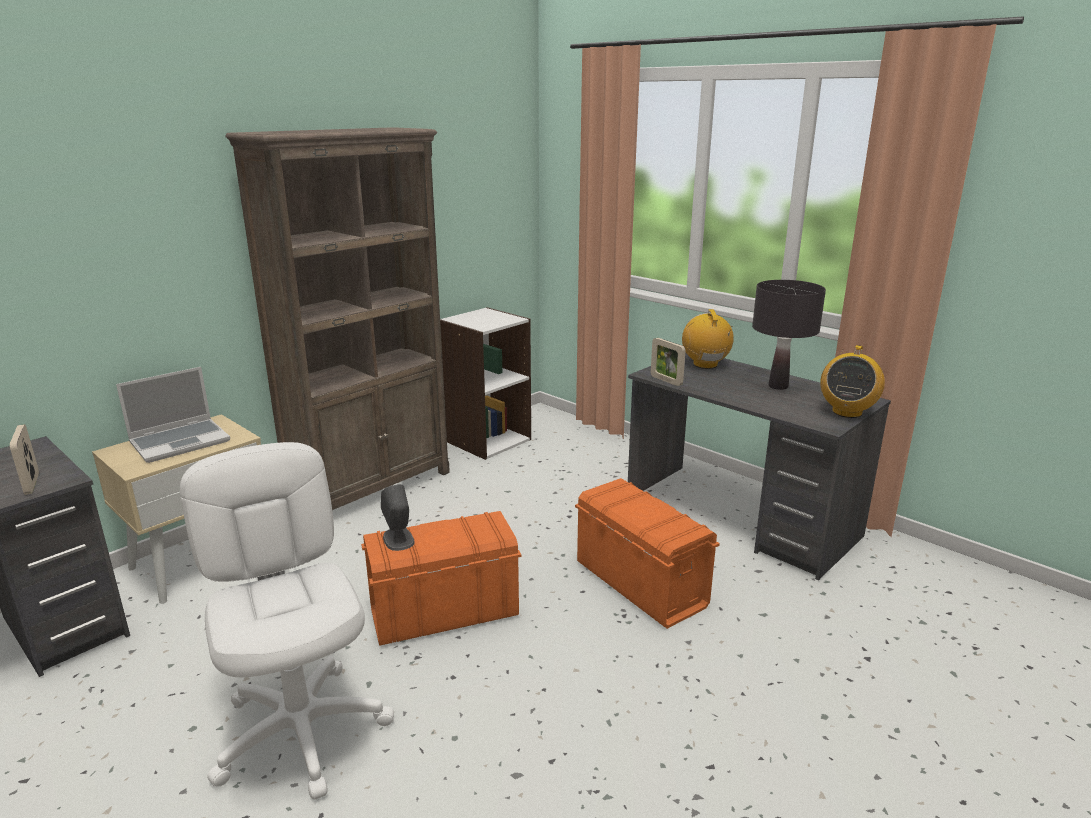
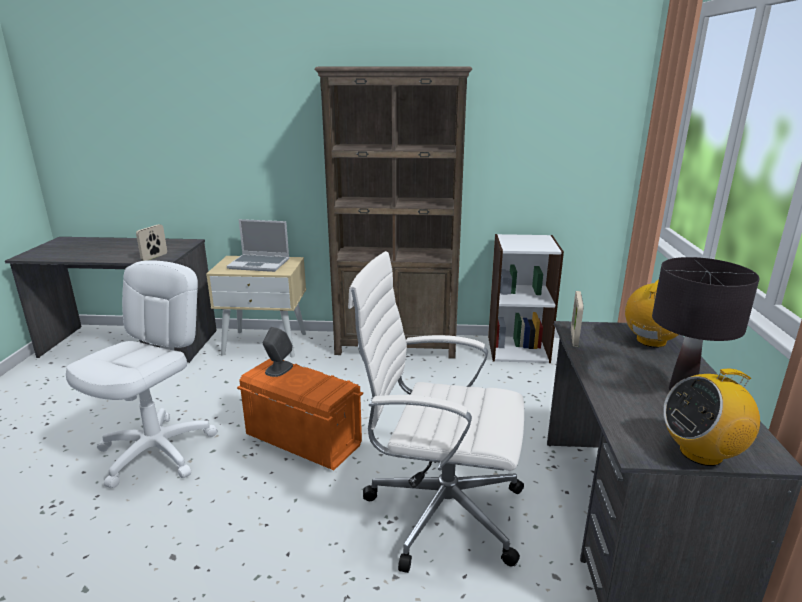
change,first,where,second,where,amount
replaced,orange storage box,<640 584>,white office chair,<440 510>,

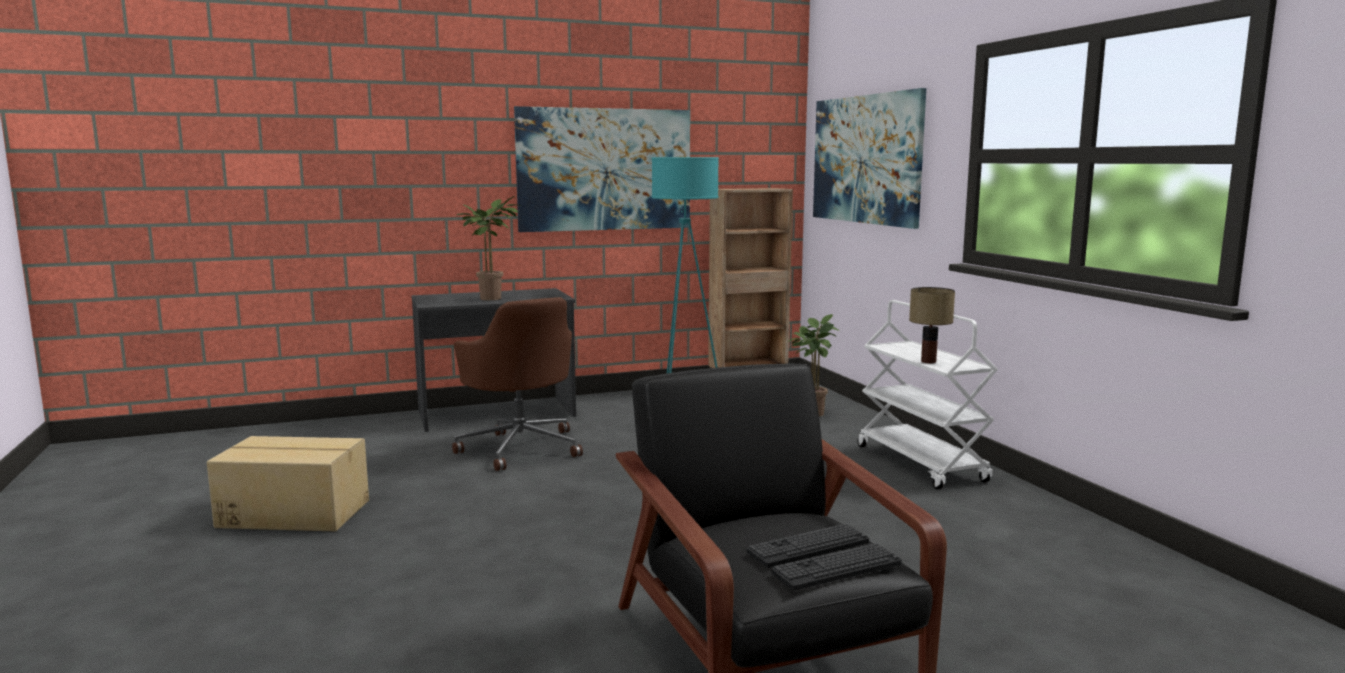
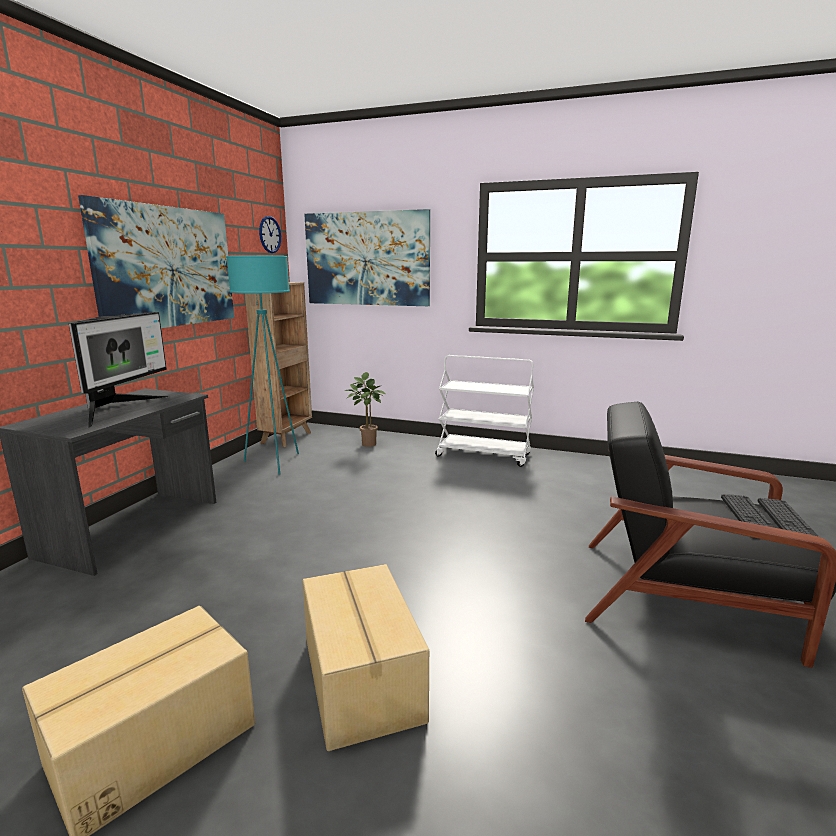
change,first,where,second,where,amount
replaced,potted plant,<492 298>,monitor,<119 409>,
removed,table lamp,<927 361>,,,
removed,brown office chair,<520 447>,,,
added,,,wall clock,<270 234>,
added,,,cardboard box,<360 680>,

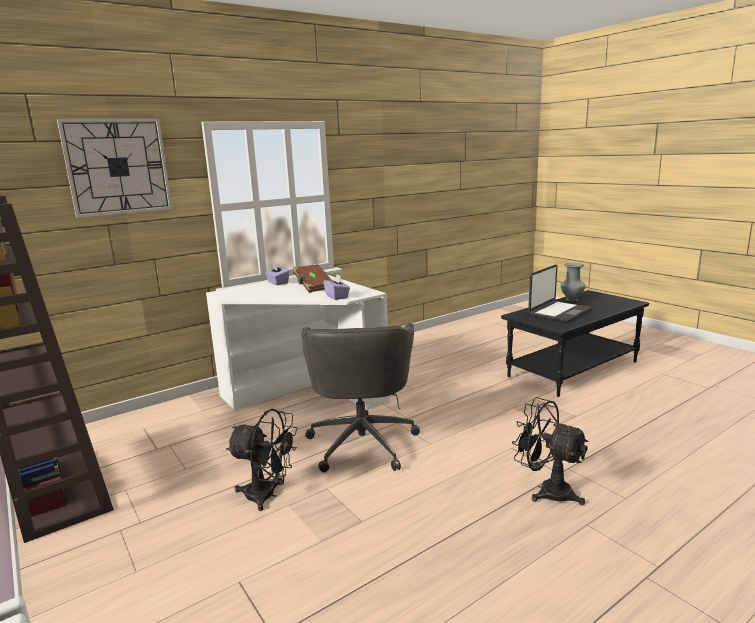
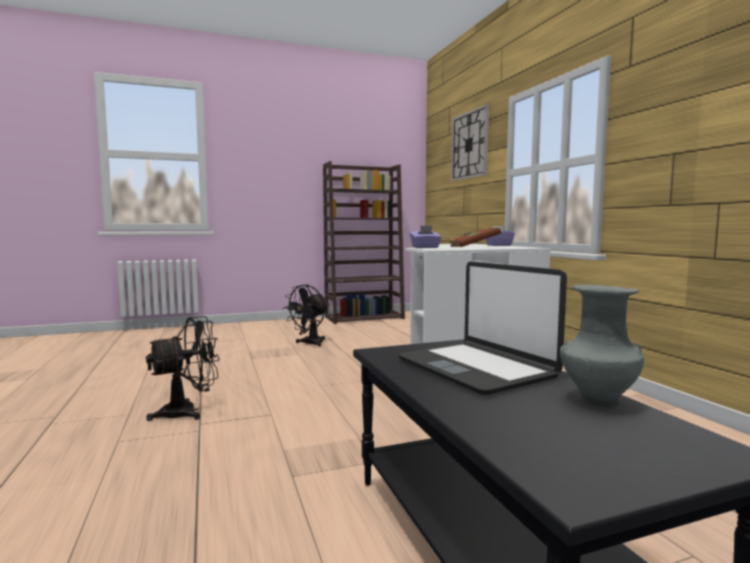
change,first,where,second,where,amount
removed,grey office chair,<362 441>,,,

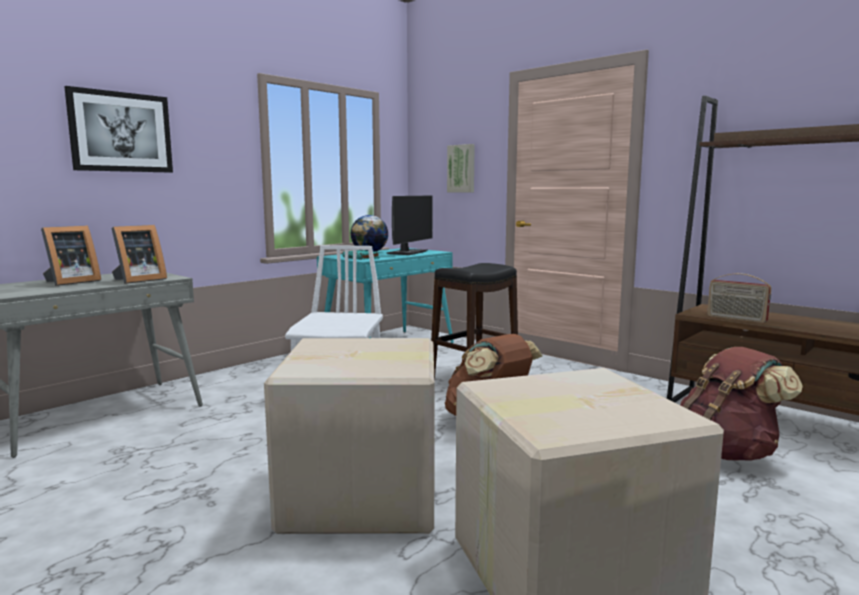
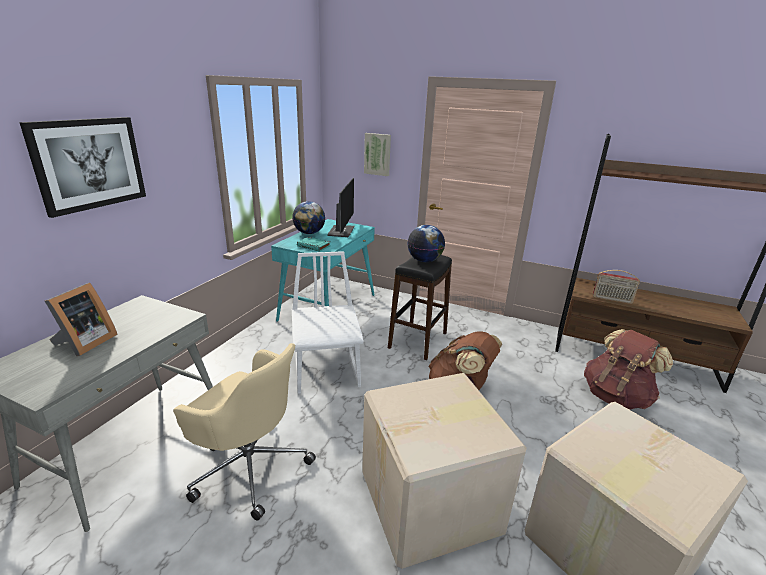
change,first,where,second,where,amount
removed,picture frame,<138 280>,,,
added,,,globe,<424 261>,
added,,,beige office chair,<250 465>,

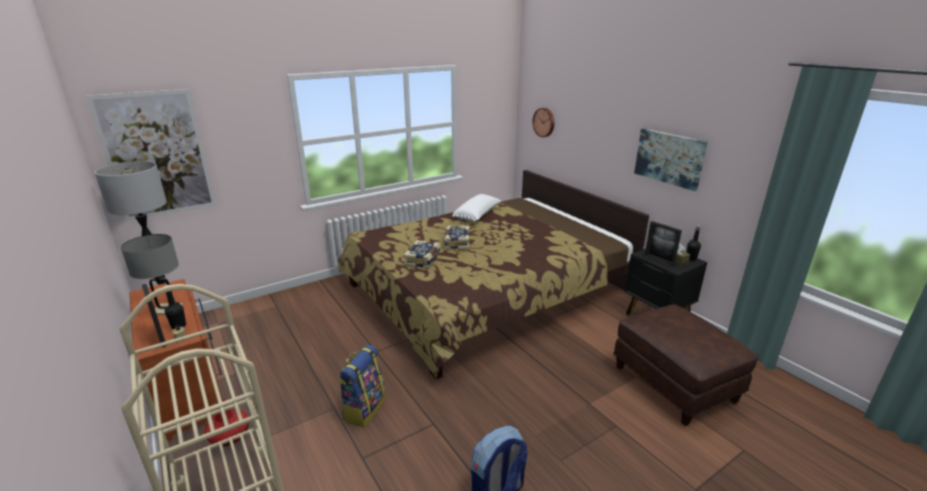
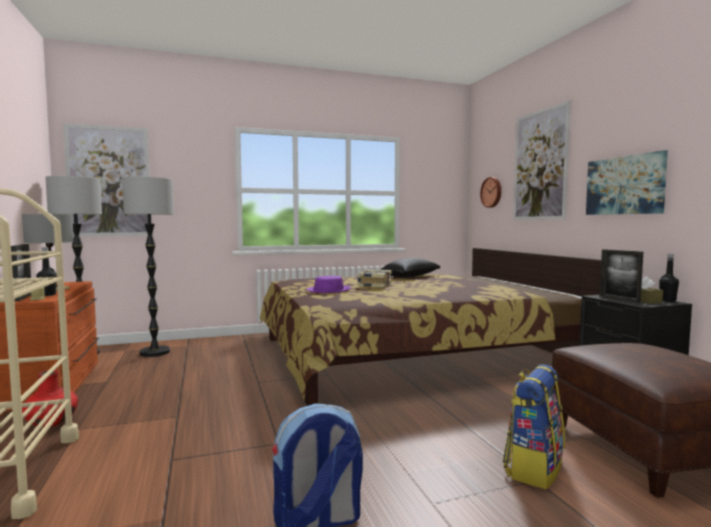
change,first,where,second,where,amount
recoloured,white pillow,<478 215>,black pillow,<412 277>,
replaced,book,<423 260>,purple hat,<328 290>,
moved,backpack,<364 409>,,<533 468>,
added,,,picture,<540 165>,
added,,,floor lamp,<154 352>,

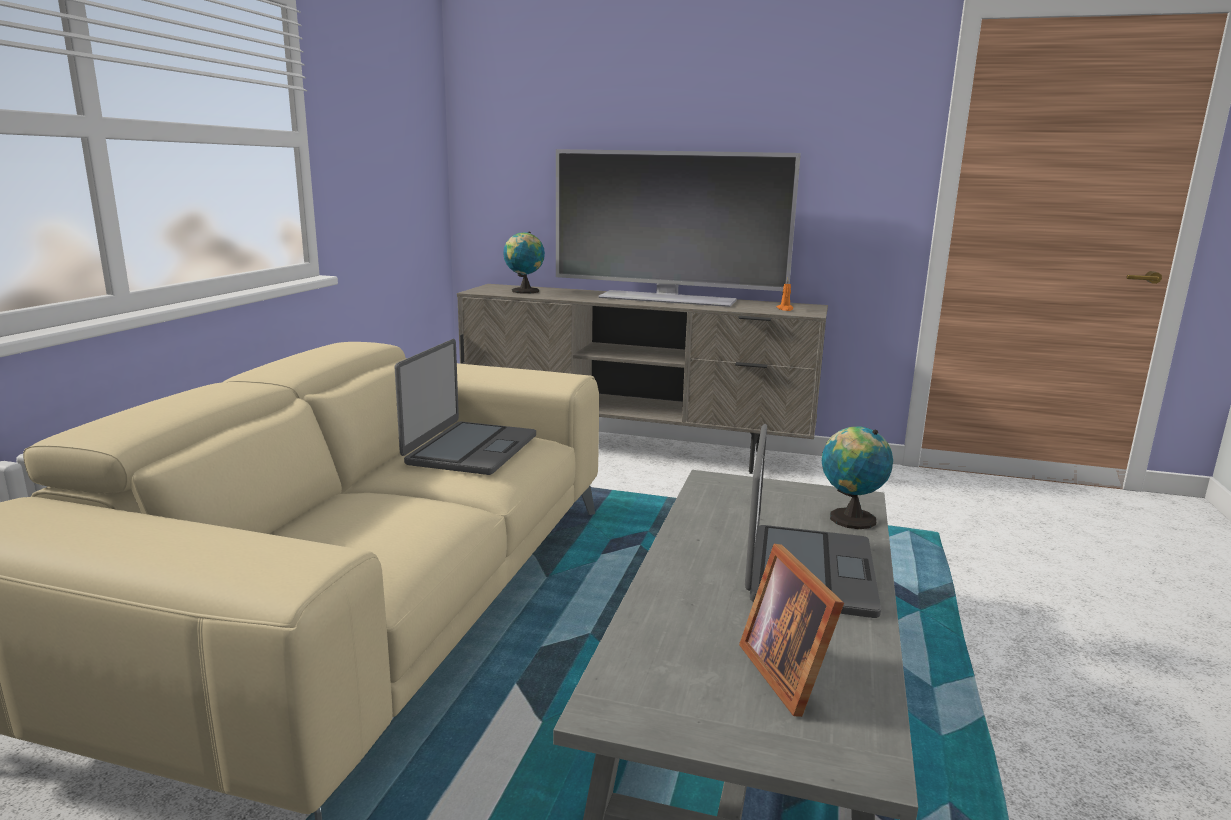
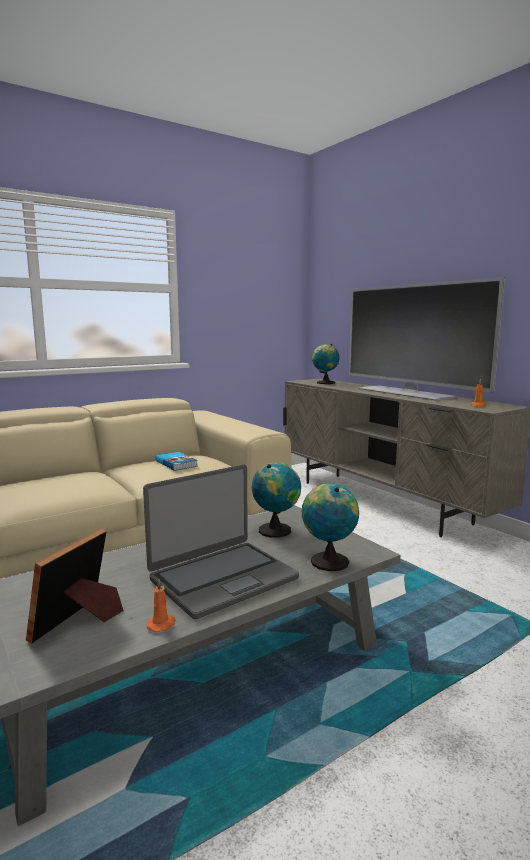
change,first,where,second,where,amount
replaced,laptop,<470 449>,book,<177 463>,
added,,,globe,<276 530>,
added,,,orange candle,<162 624>,

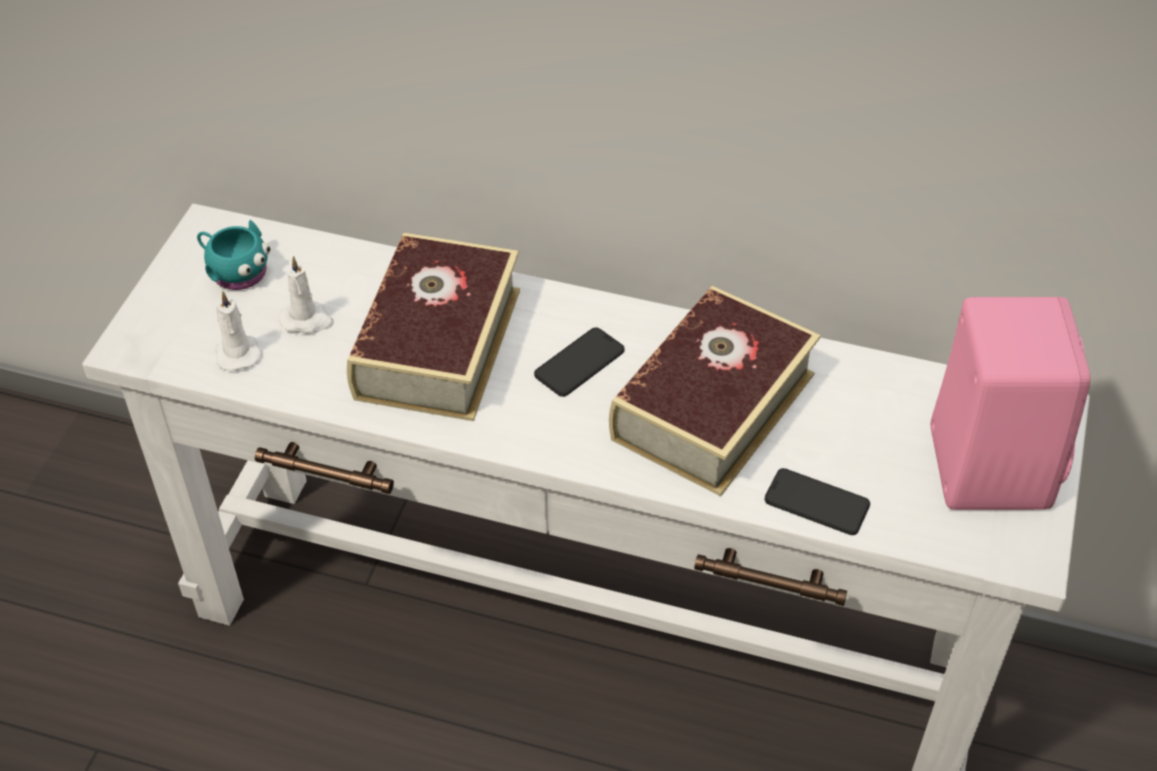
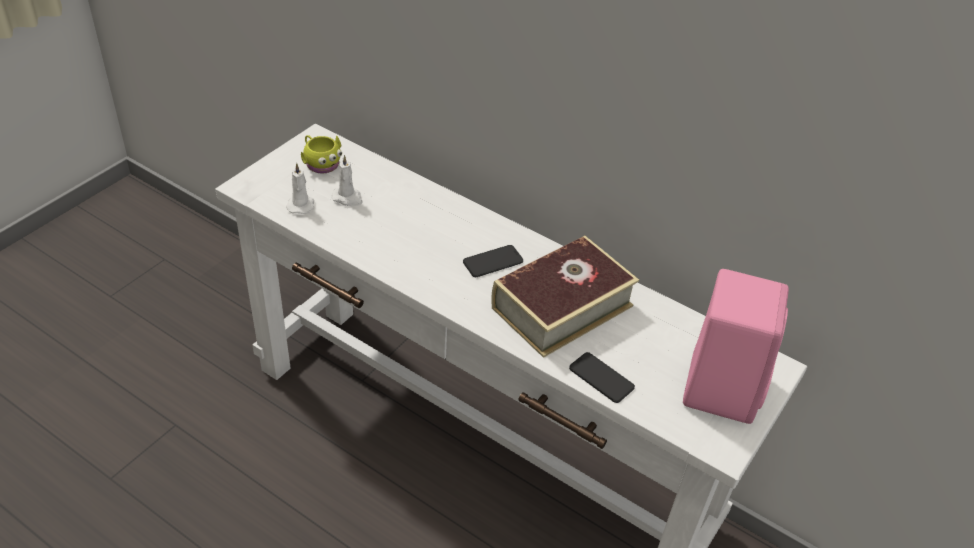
change,first,where,second,where,amount
recoloured,turquoise mug,<235 271>,yellow mug,<320 163>,
removed,book,<438 343>,,,

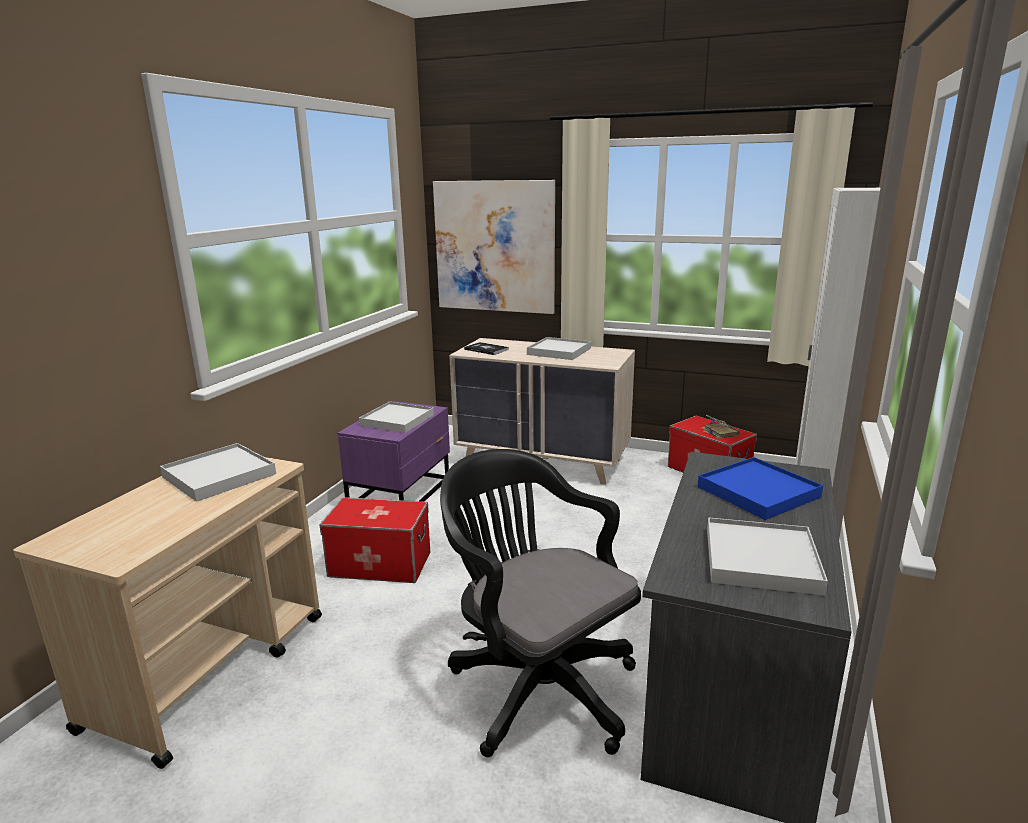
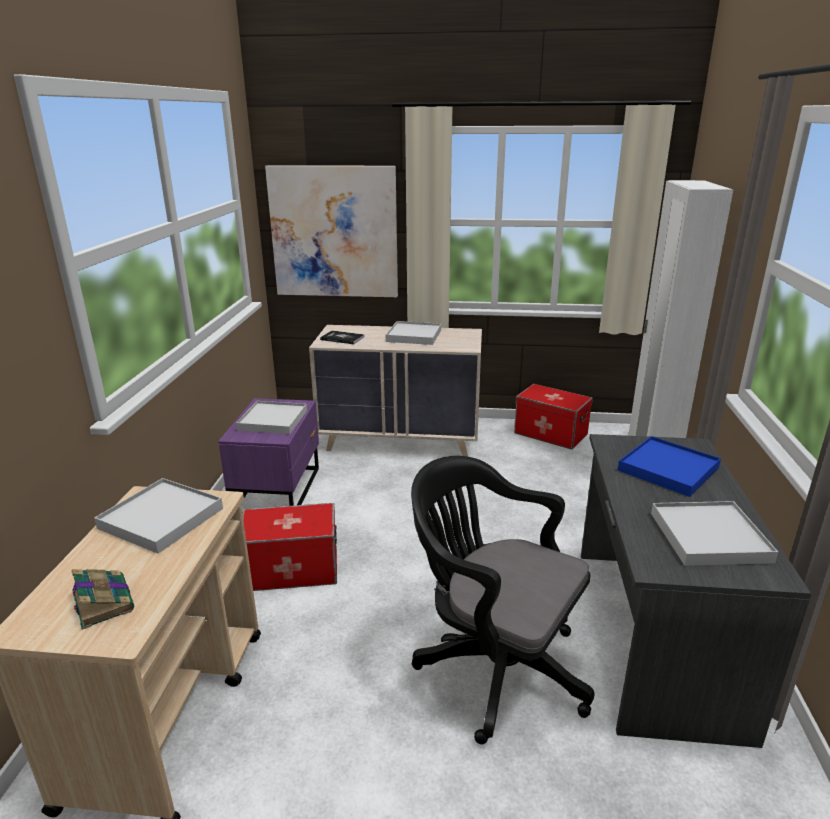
change,first,where,second,where,amount
moved,book,<720 432>,,<103 602>,

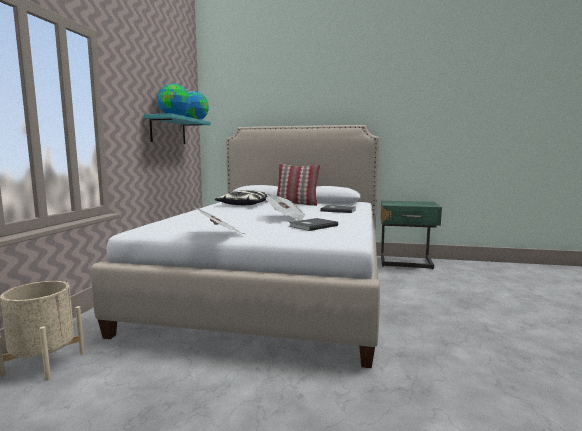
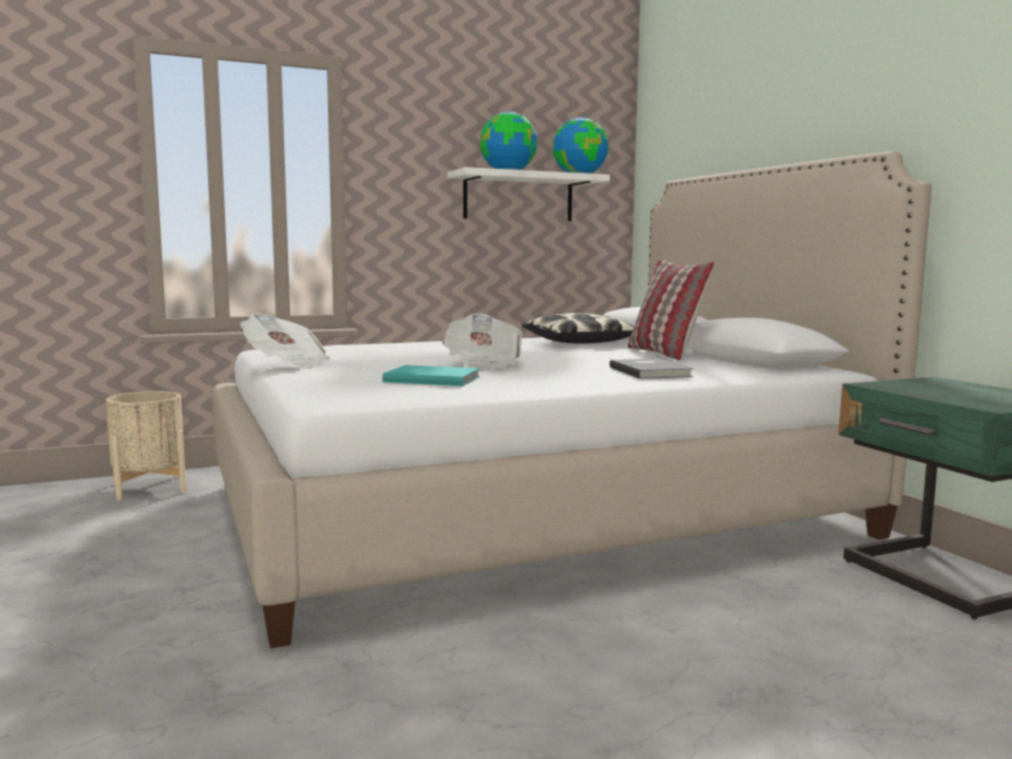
change,first,where,second,where,amount
recoloured,turquoise shelf,<168 130>,white shelf,<518 197>,
recoloured,grey book,<312 226>,turquoise book,<432 379>,

